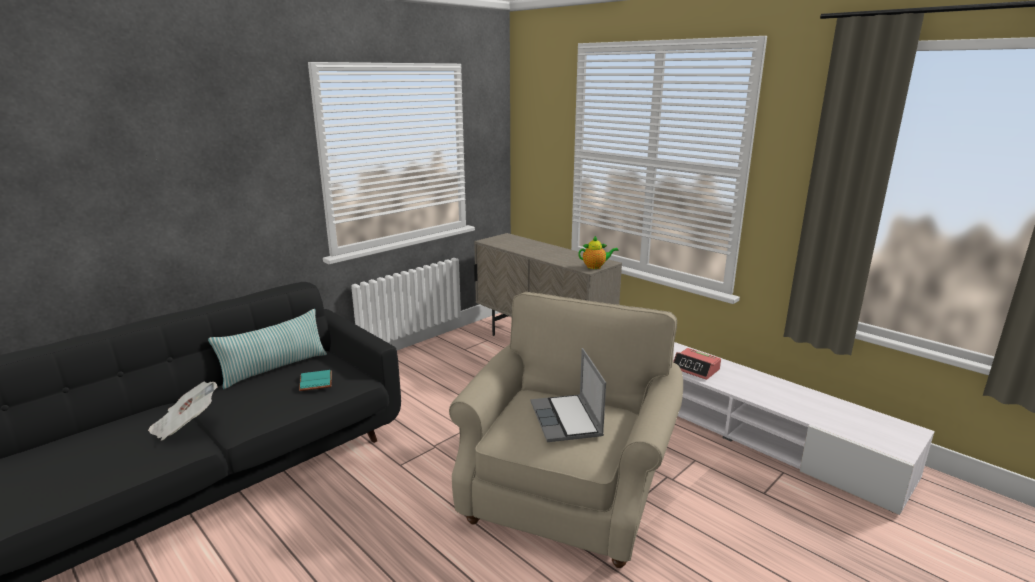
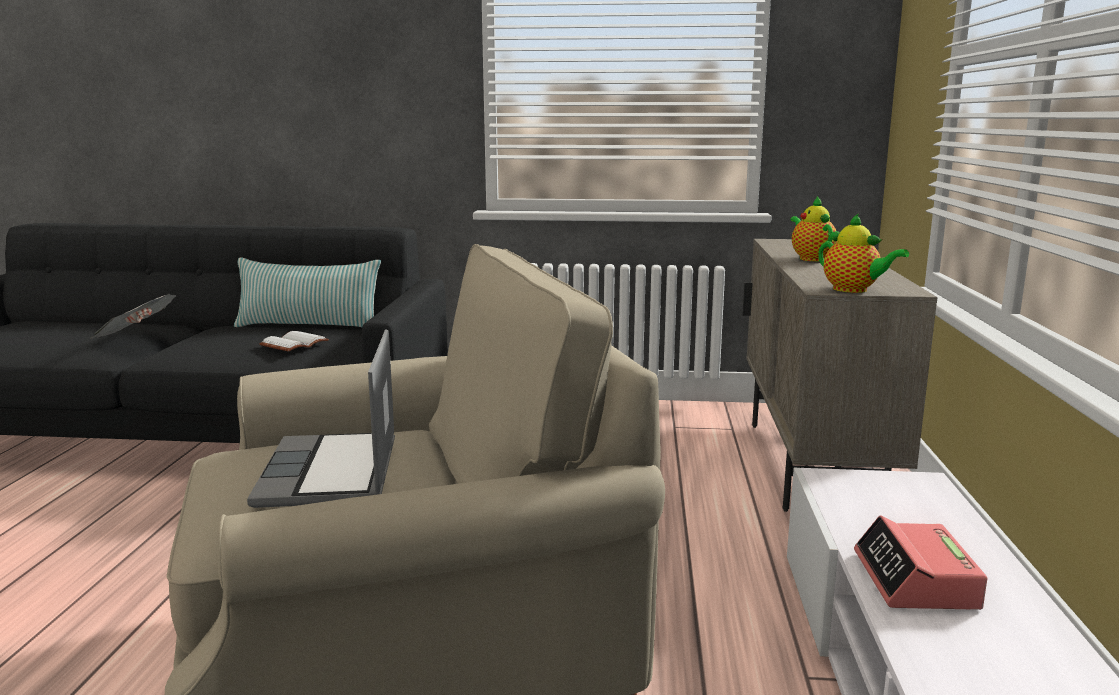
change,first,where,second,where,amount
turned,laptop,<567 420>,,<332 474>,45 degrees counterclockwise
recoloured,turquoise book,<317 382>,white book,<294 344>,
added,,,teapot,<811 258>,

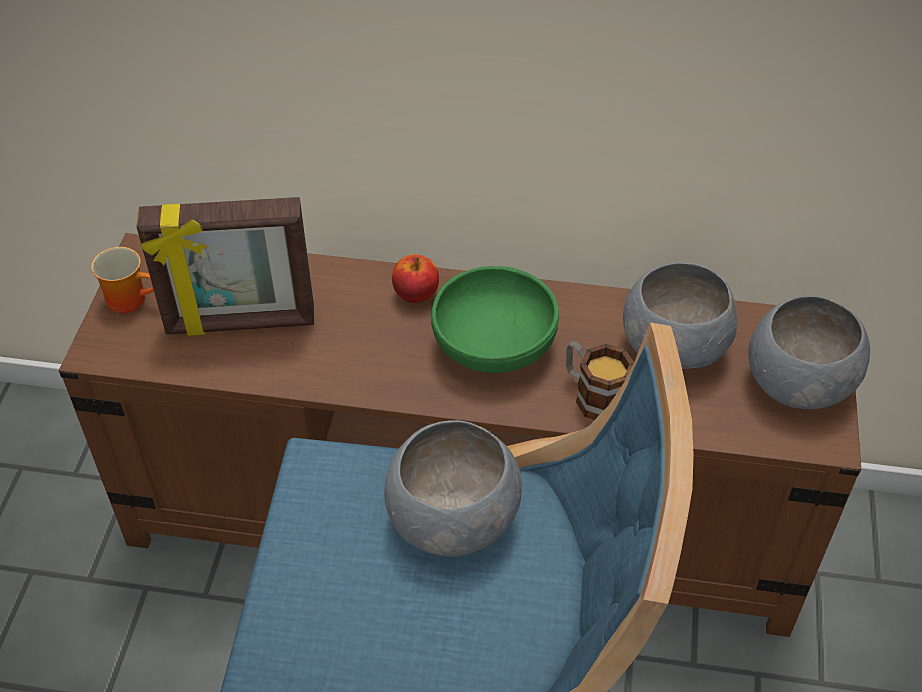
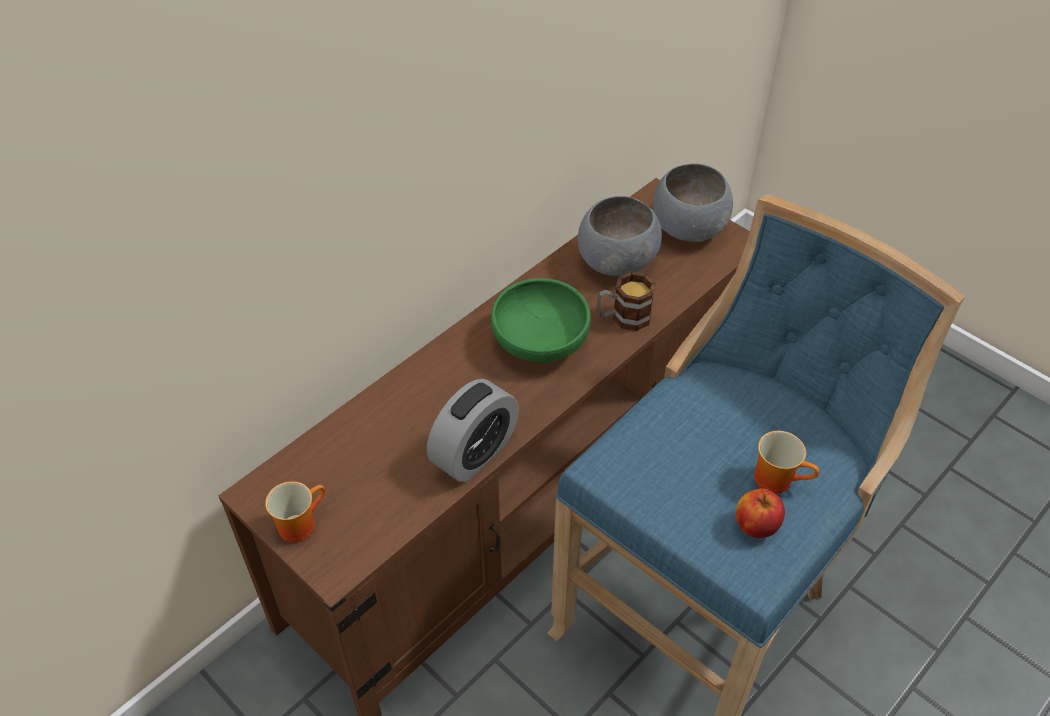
change,first,where,second,where,amount
removed,picture frame,<241 324>,,,
moved,apple,<416 294>,,<755 526>,
removed,grey bowl,<450 519>,,,
added,,,alarm clock,<474 453>,
added,,,mug,<778 478>,

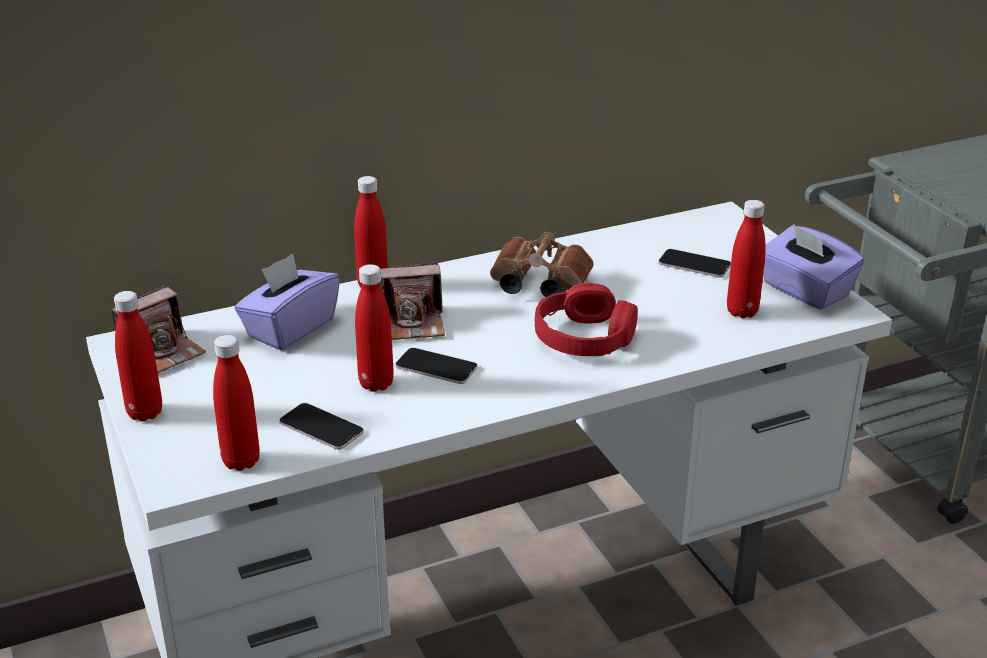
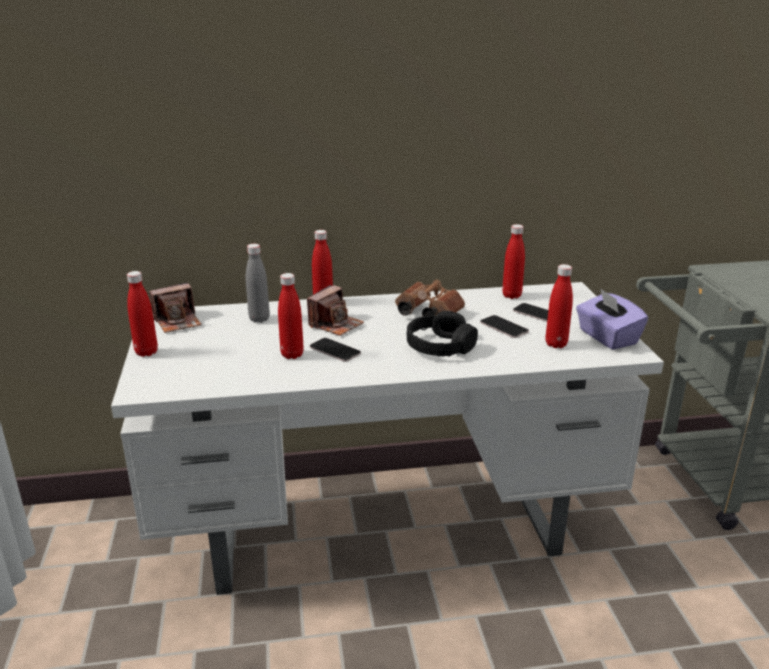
change,first,where,second,where,amount
replaced,purple tissue box,<290 328>,grey bottle,<259 319>,
turned,photo camera,<413 323>,,<335 325>,60 degrees counterclockwise
recoloured,red headphones,<584 338>,black headphones,<440 346>,
moved,red bottle,<241 461>,,<511 295>,
moved,phone,<321 427>,,<504 327>,

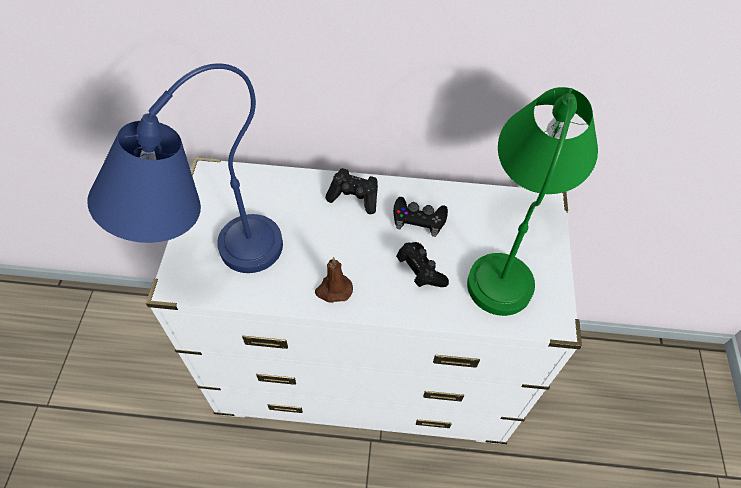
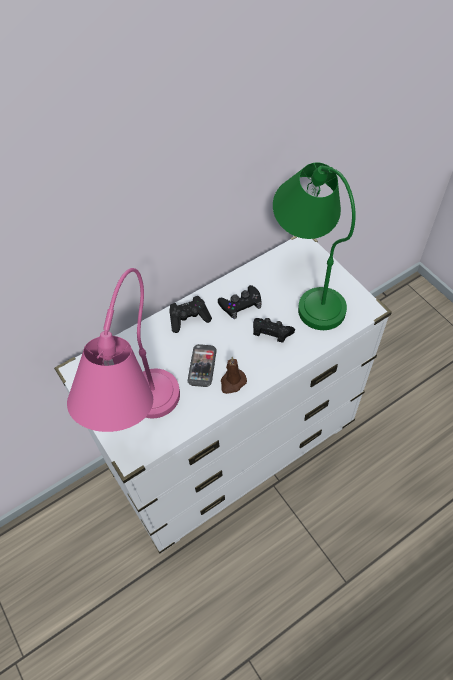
change,first,where,second,where,amount
recoloured,blue table lamp,<210 264>,pink table lamp,<139 426>,
added,,,phone,<202 366>,

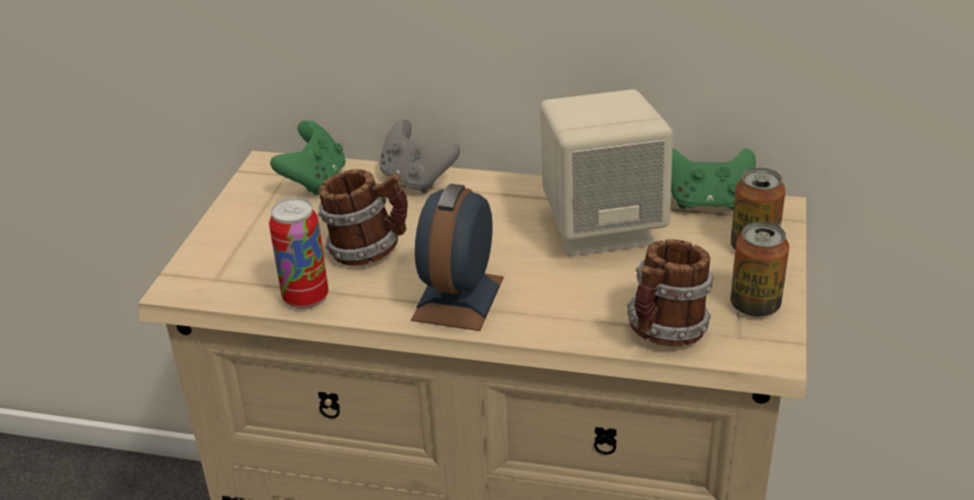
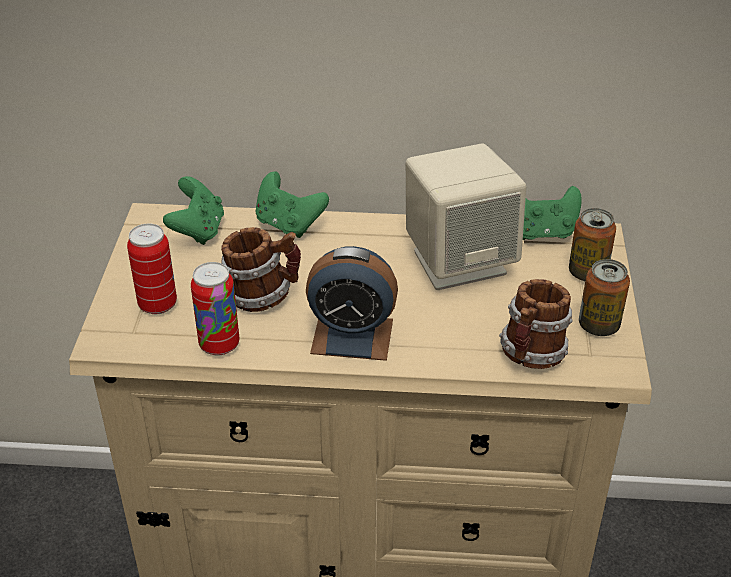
change,first,where,second,where,amount
recoloured,grey game controller,<416 180>,green game controller,<289 224>,
turned,alarm clock,<458 298>,,<352 336>,90 degrees counterclockwise
added,,,can,<157 304>,

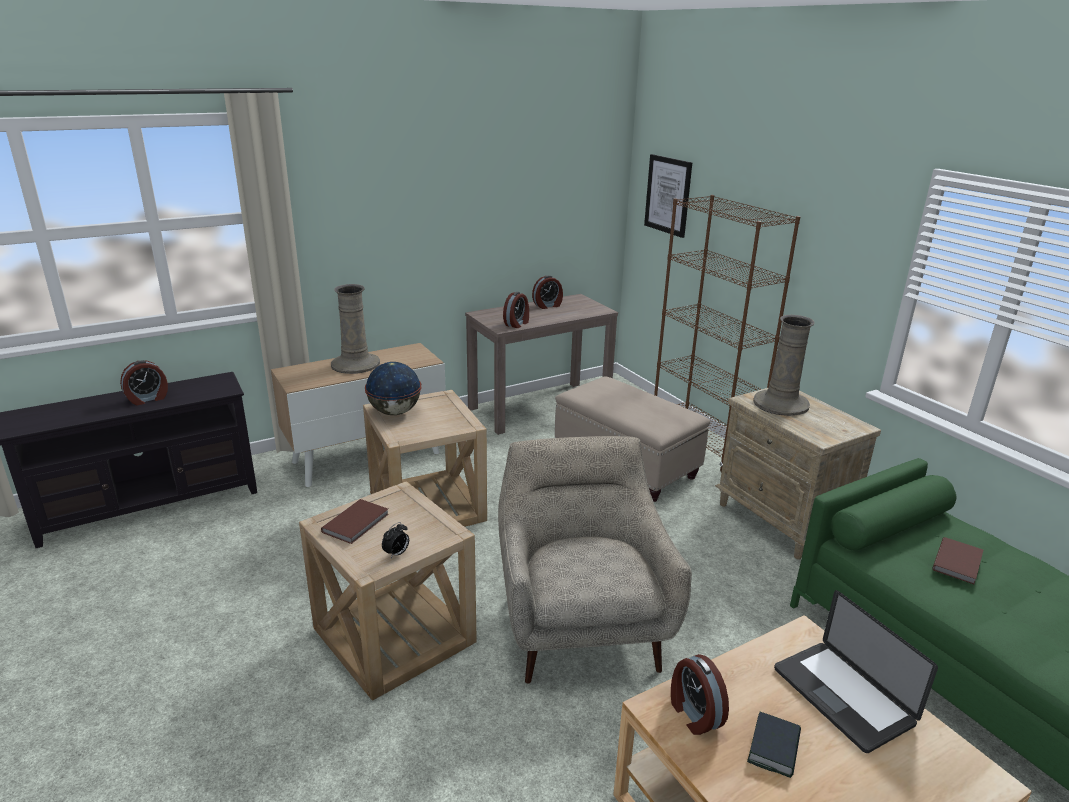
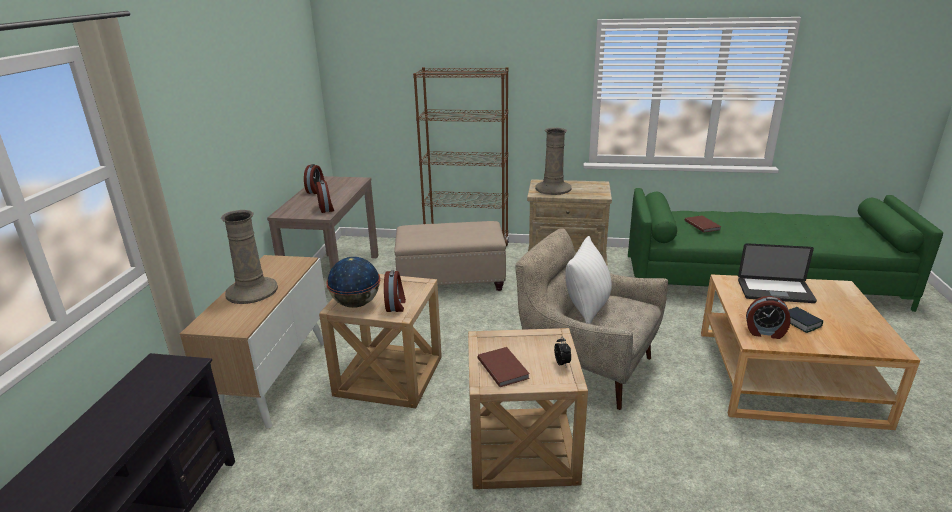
change,first,where,second,where,amount
removed,picture,<668 195>,,,
moved,alarm clock,<148 399>,,<396 305>,
added,,,white pillow,<587 307>,

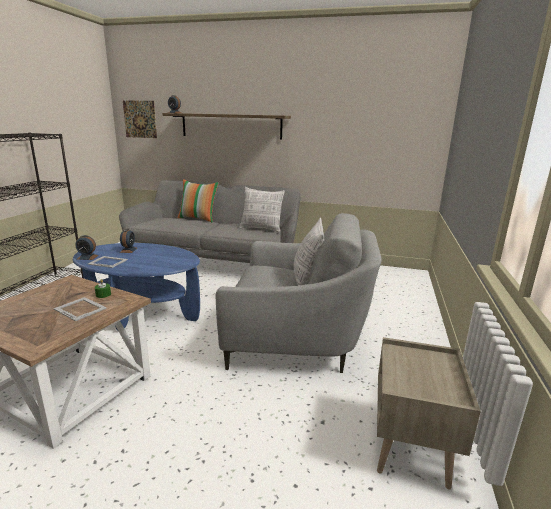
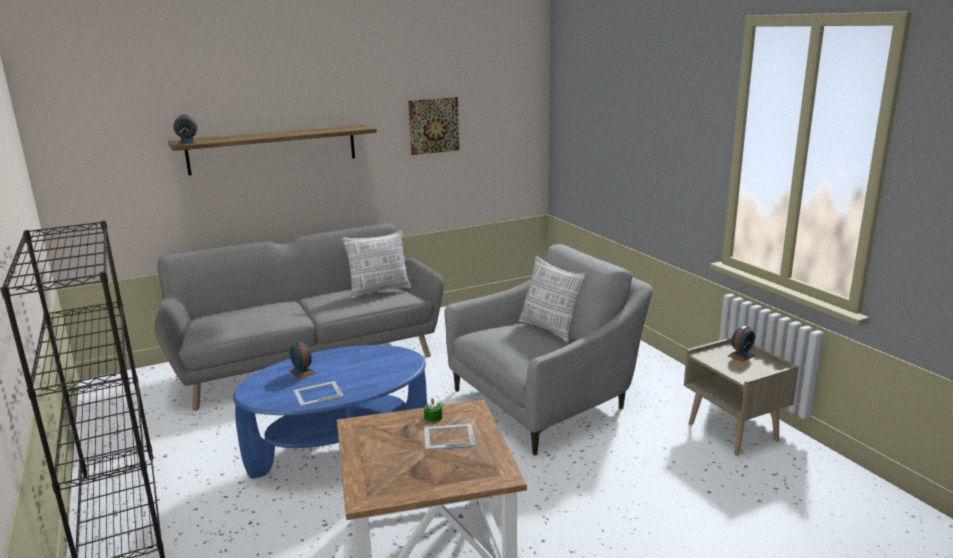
change,first,where,second,where,amount
moved,picture,<140 119>,,<434 125>,
removed,pillow,<198 219>,,,
moved,alarm clock,<87 257>,,<741 355>,

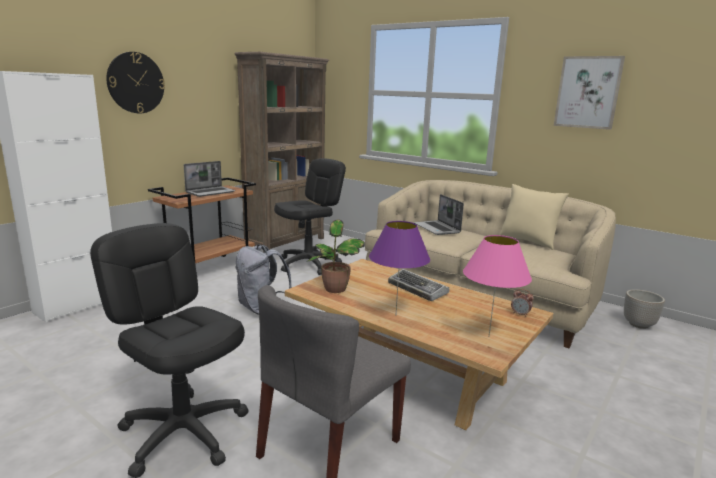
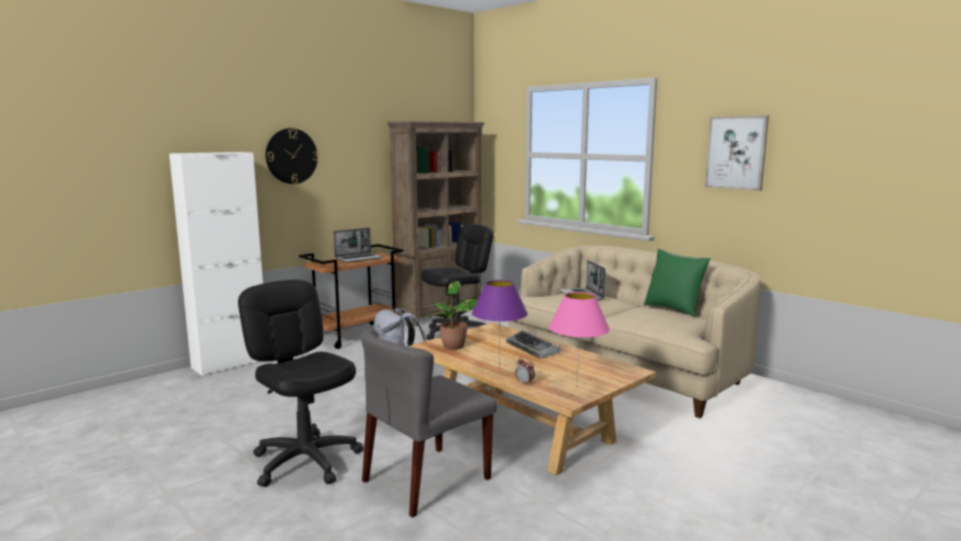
change,first,where,second,where,amount
recoloured,beige pillow,<528 242>,green pillow,<673 309>,
moved,alarm clock,<520 314>,,<524 383>,
removed,planter,<639 324>,,,

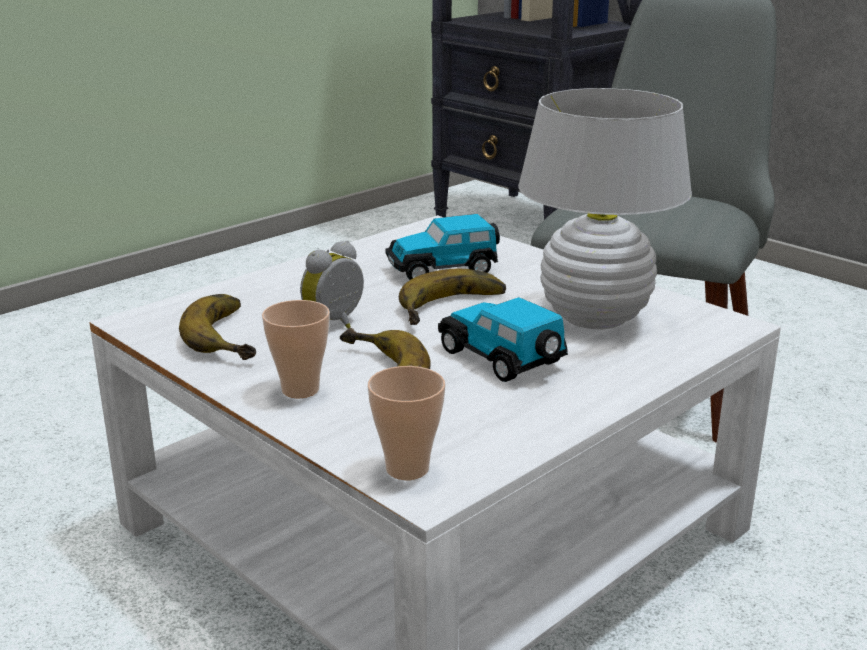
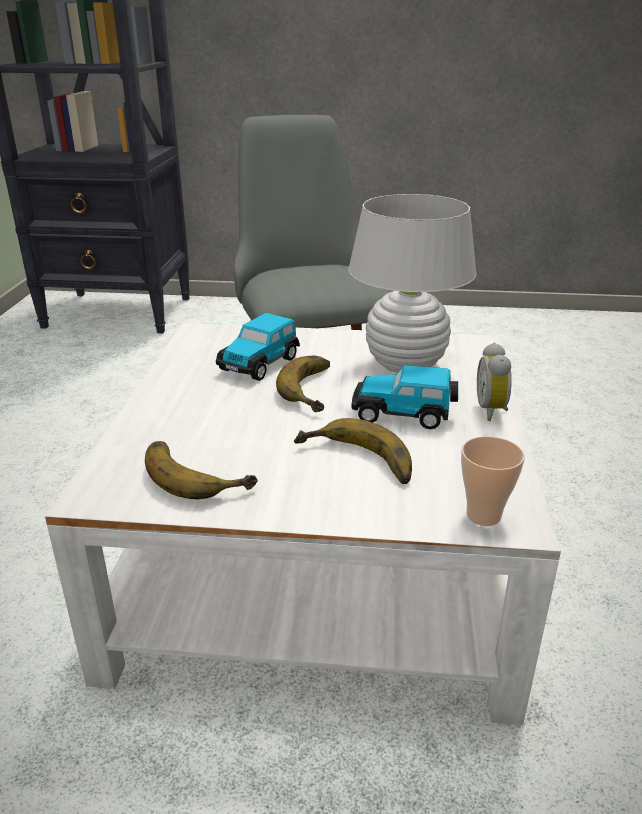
change,first,where,second,where,amount
moved,alarm clock,<337 324>,,<493 410>,
removed,cup,<300 389>,,,

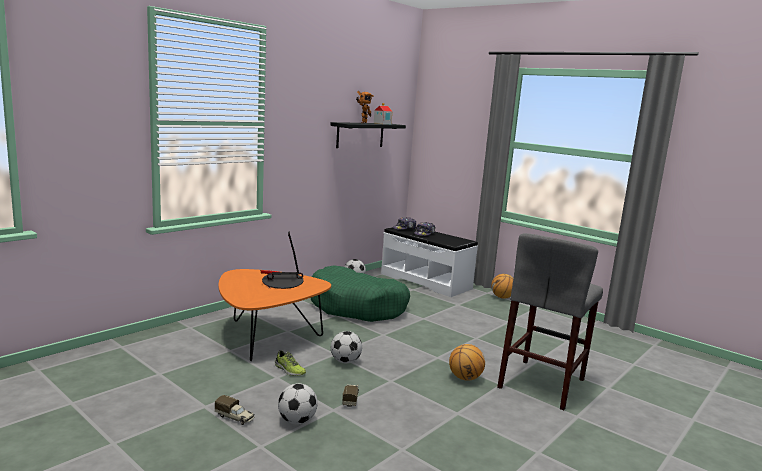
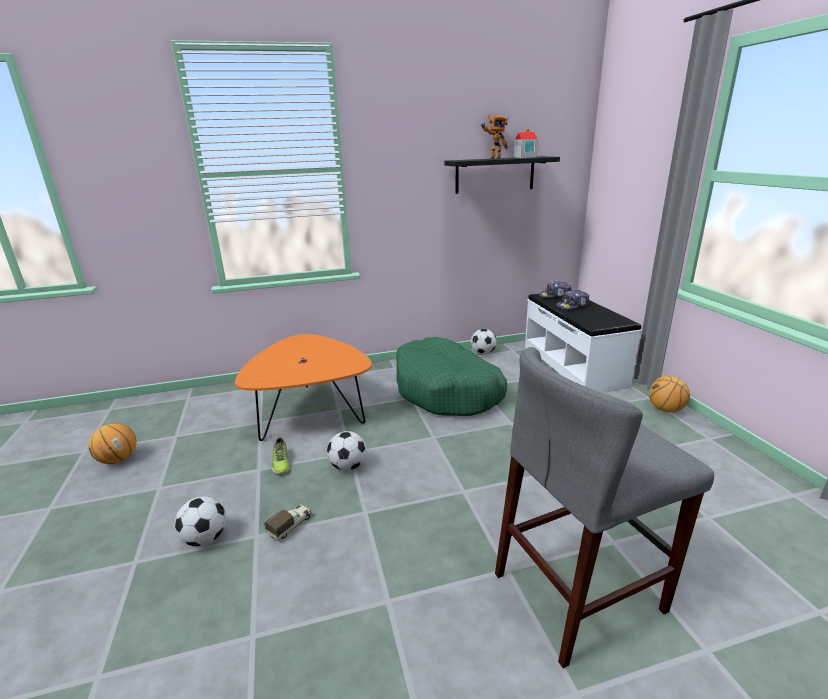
change,first,where,second,where,amount
removed,table lamp,<282 282>,,,
moved,basketball,<465 378>,,<118 460>,
removed,toy truck,<235 417>,,,

